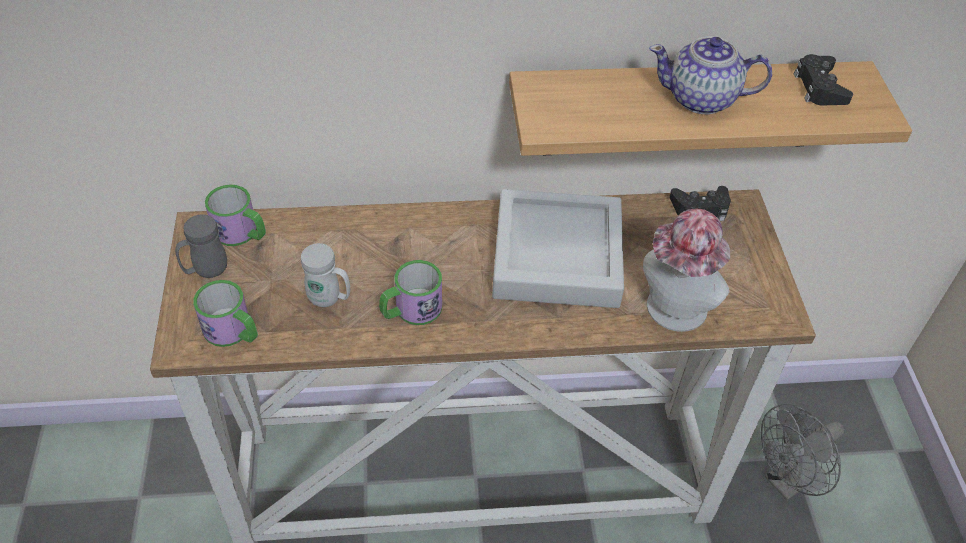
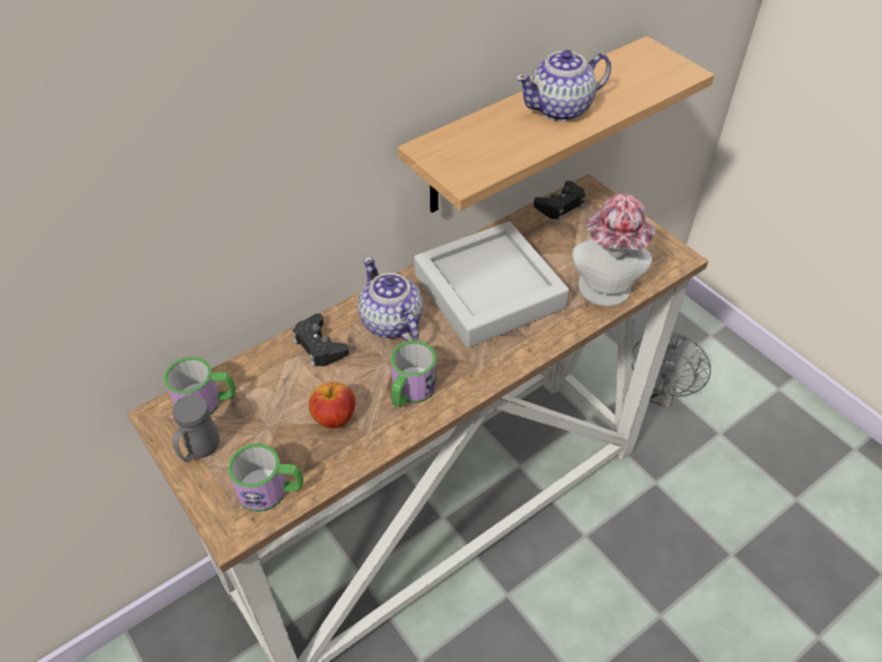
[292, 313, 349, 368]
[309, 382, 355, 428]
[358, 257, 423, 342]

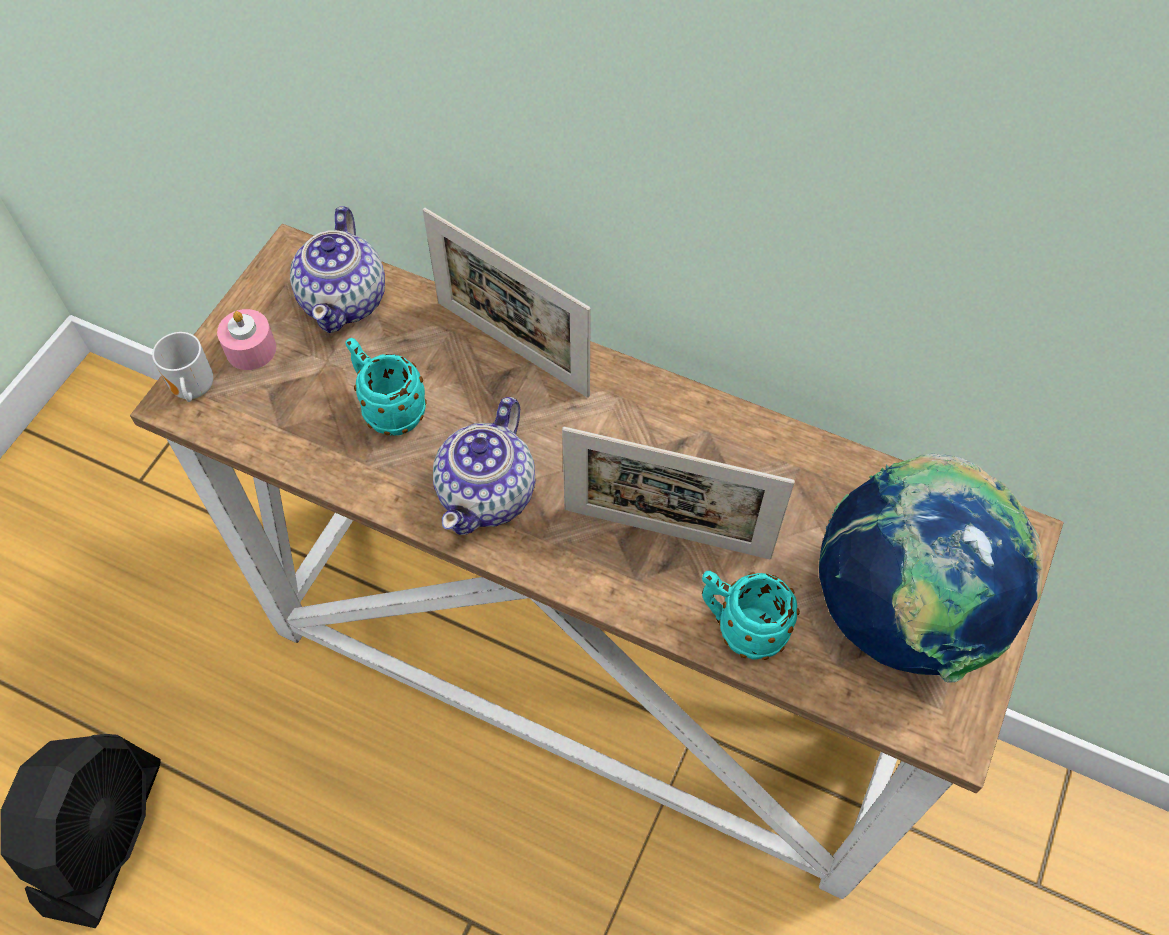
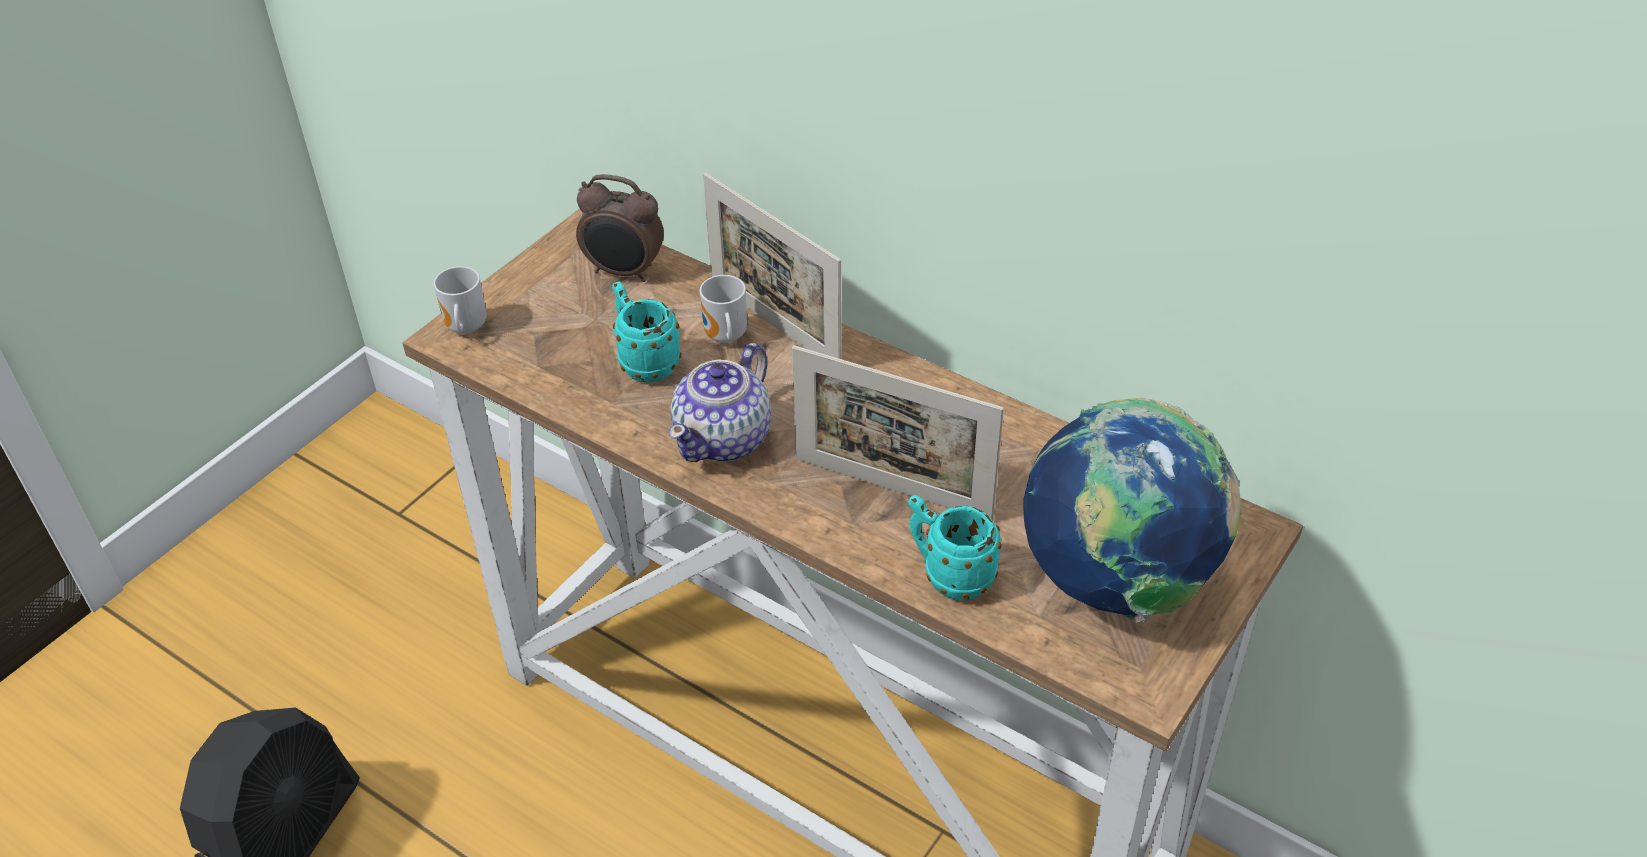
[576, 174, 664, 282]
[700, 275, 747, 343]
[217, 309, 276, 370] (first image)

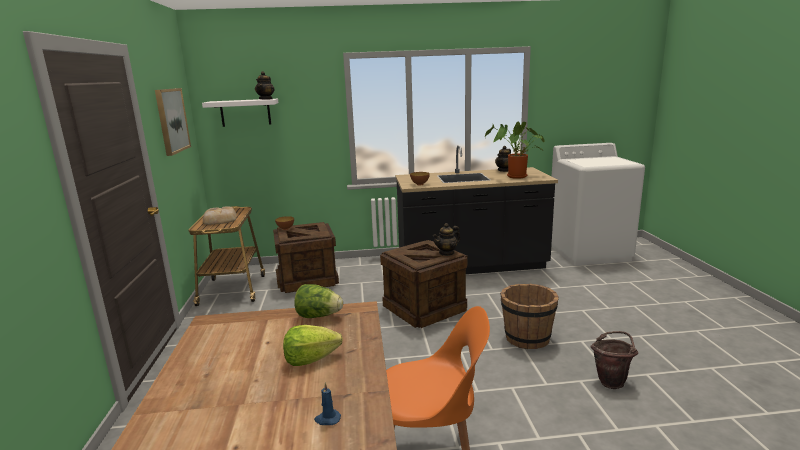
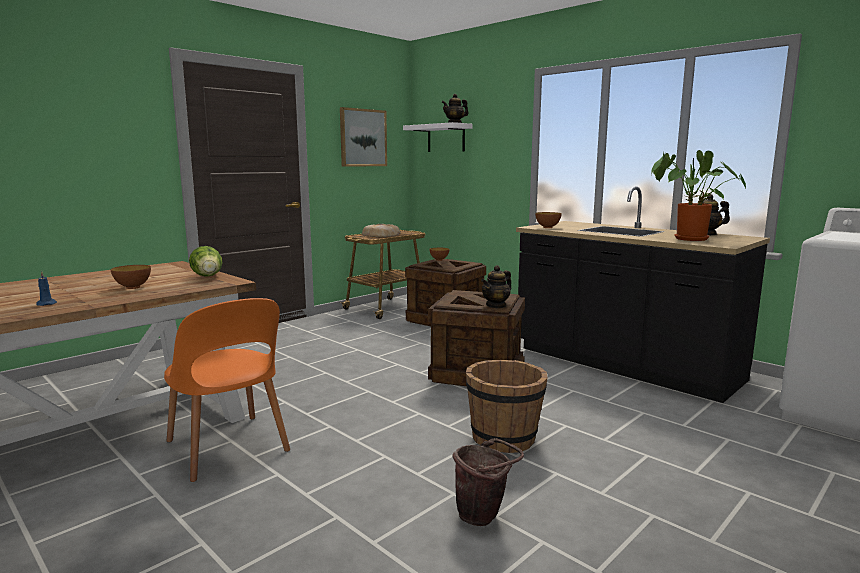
[111, 265, 151, 289]
[481, 265, 511, 308]

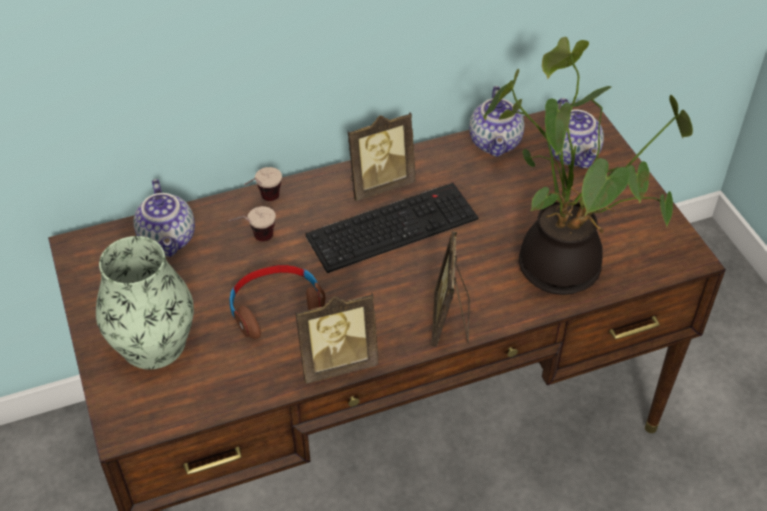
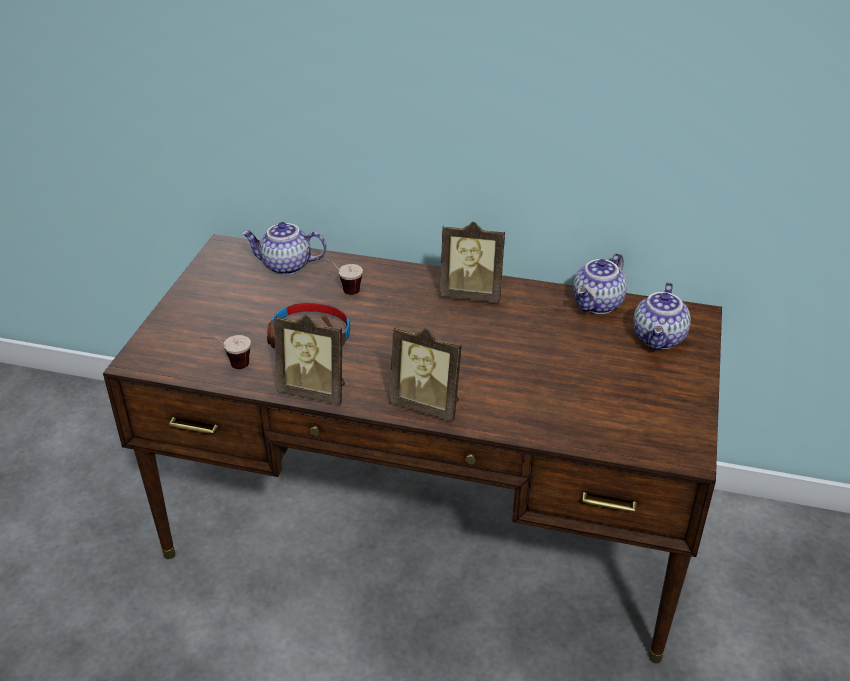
[199, 335, 251, 369]
[241, 222, 326, 275]
[389, 326, 462, 422]
[96, 236, 194, 370] (first image)
[305, 183, 479, 273] (first image)
[483, 37, 693, 295] (first image)

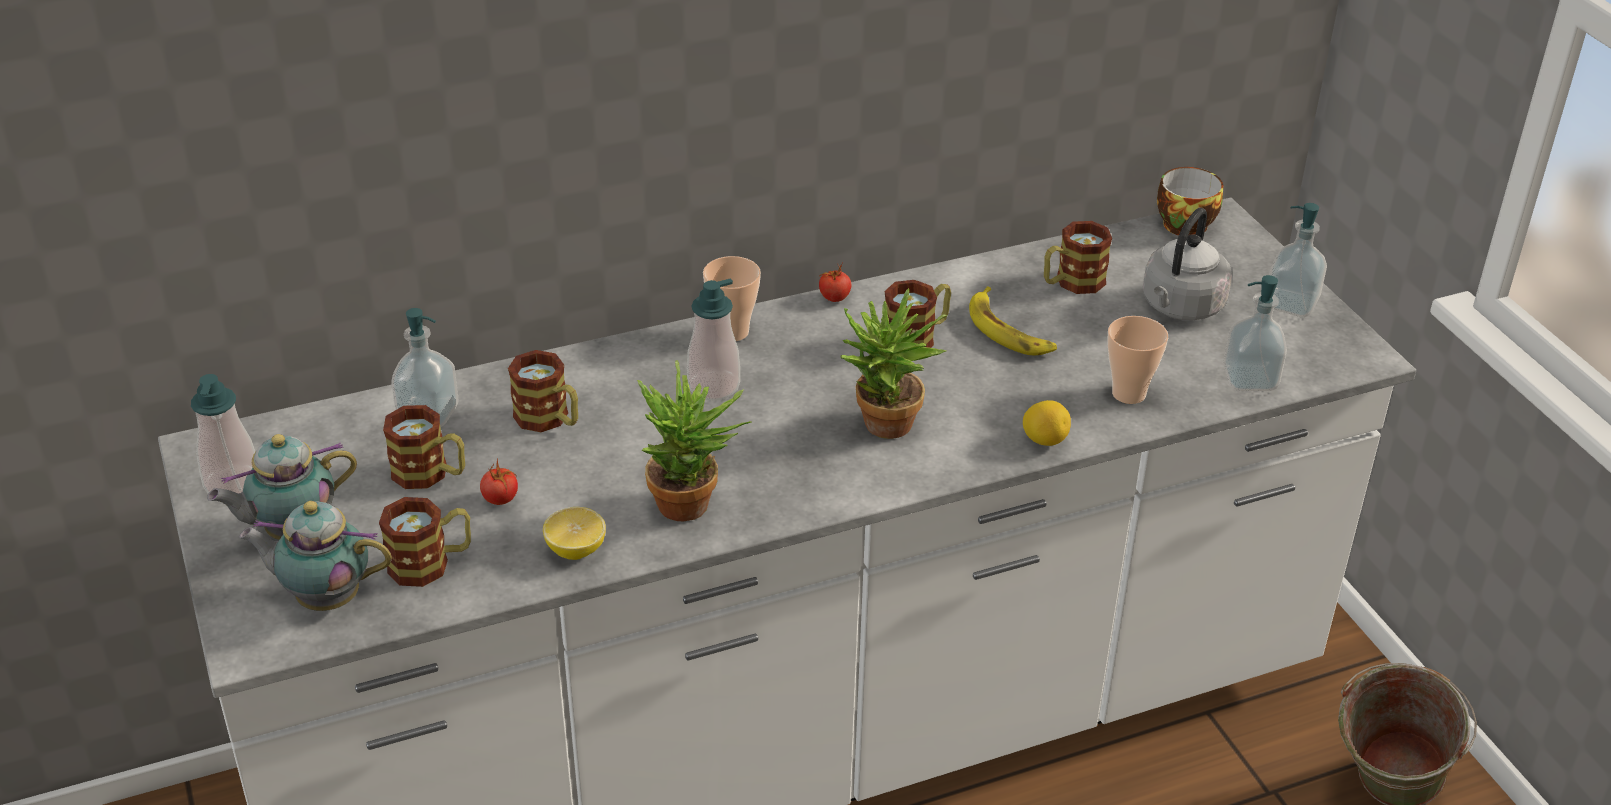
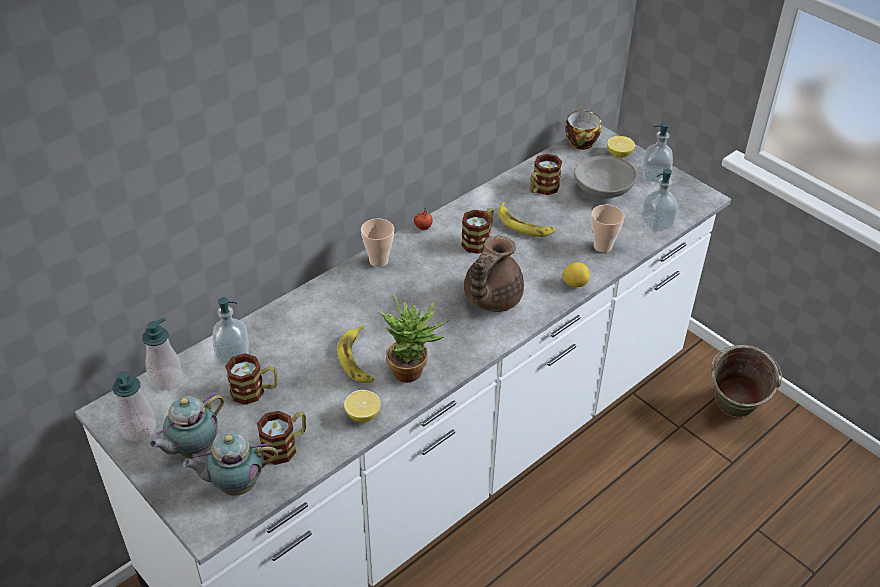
[142, 317, 183, 390]
[337, 326, 374, 383]
[464, 236, 524, 312]
[574, 155, 637, 198]
[607, 136, 635, 158]
[480, 458, 518, 505] (first image)
[508, 350, 578, 432] (first image)

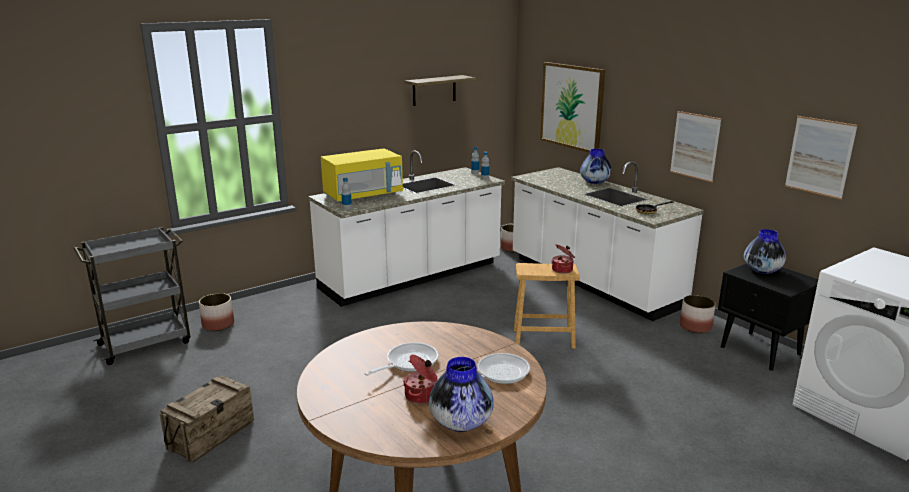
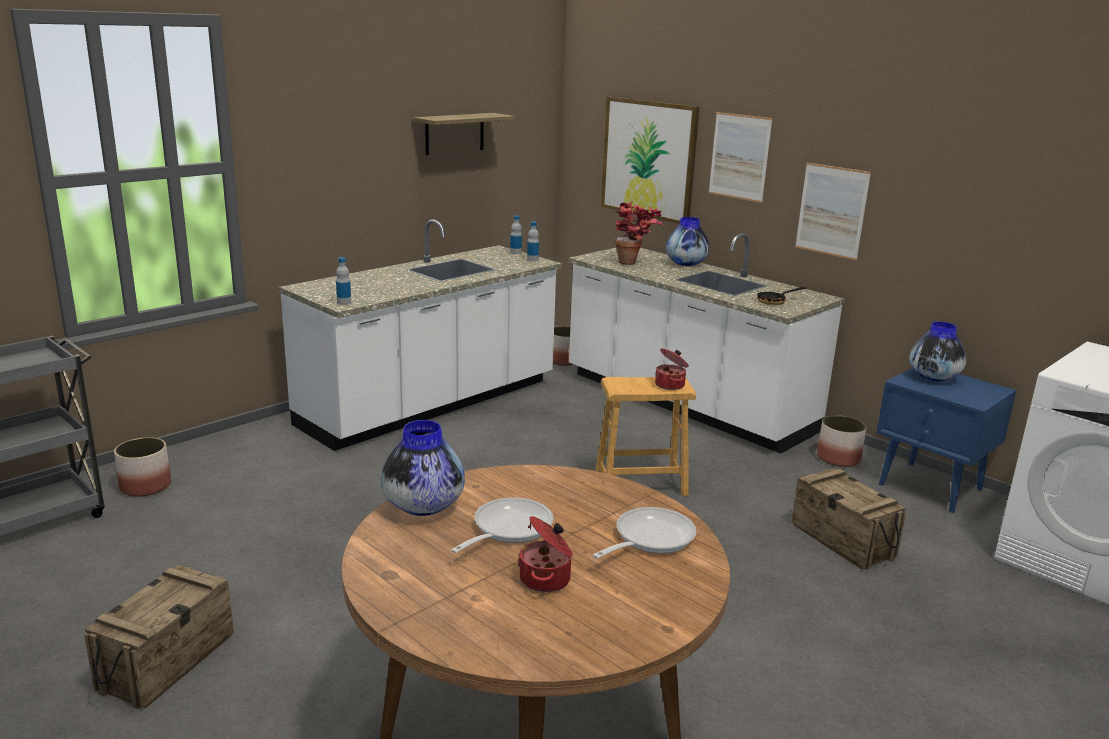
[381, 420, 465, 516]
[615, 201, 663, 265]
[709, 112, 773, 203]
[791, 468, 906, 570]
[876, 368, 1017, 513]
[321, 148, 403, 202] (first image)

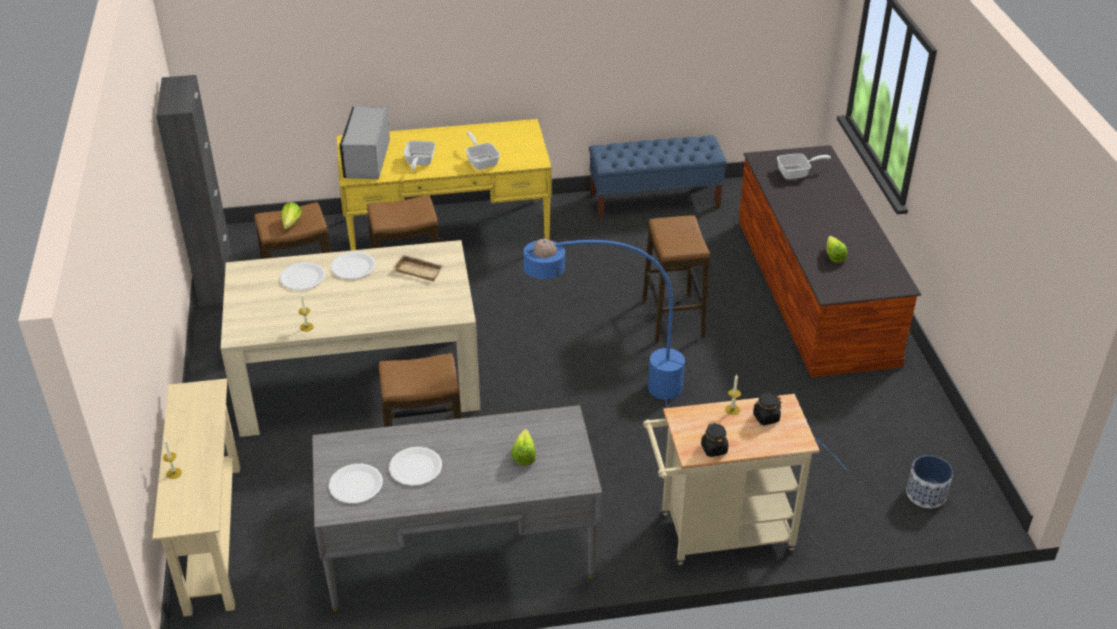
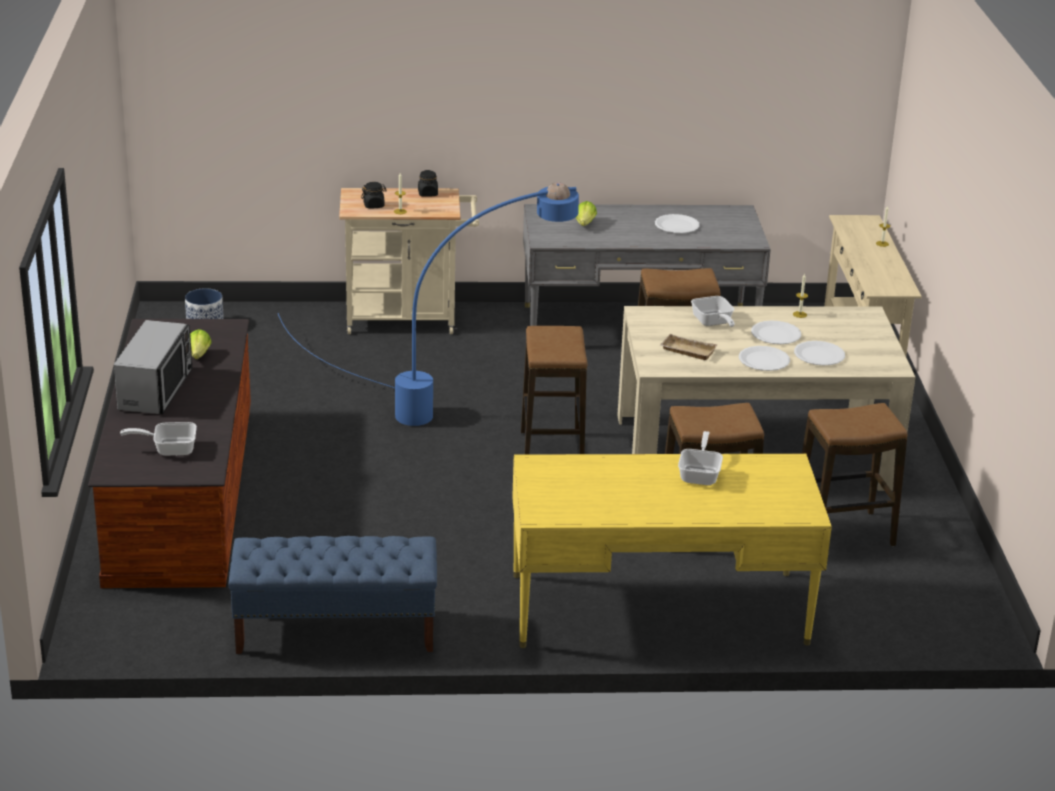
[114, 320, 192, 414]
[521, 326, 588, 454]
[691, 296, 735, 327]
[751, 320, 801, 344]
[156, 75, 234, 307] (first image)
[281, 202, 302, 229] (first image)

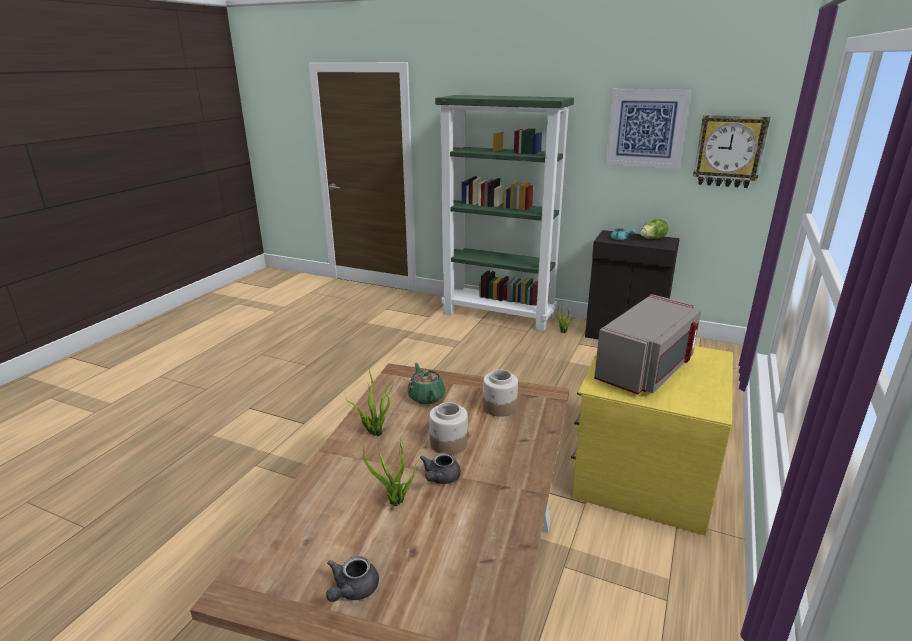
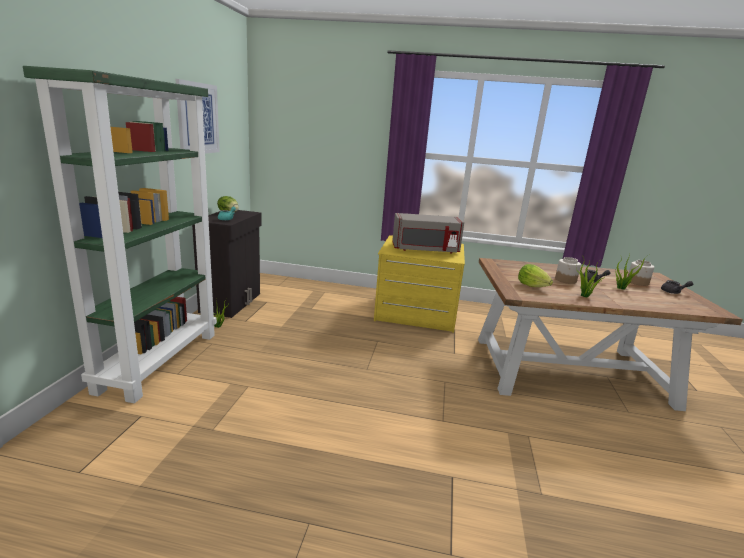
[392, 213, 464, 253]
[518, 264, 553, 287]
[628, 260, 654, 286]
[693, 115, 770, 188] (first image)

